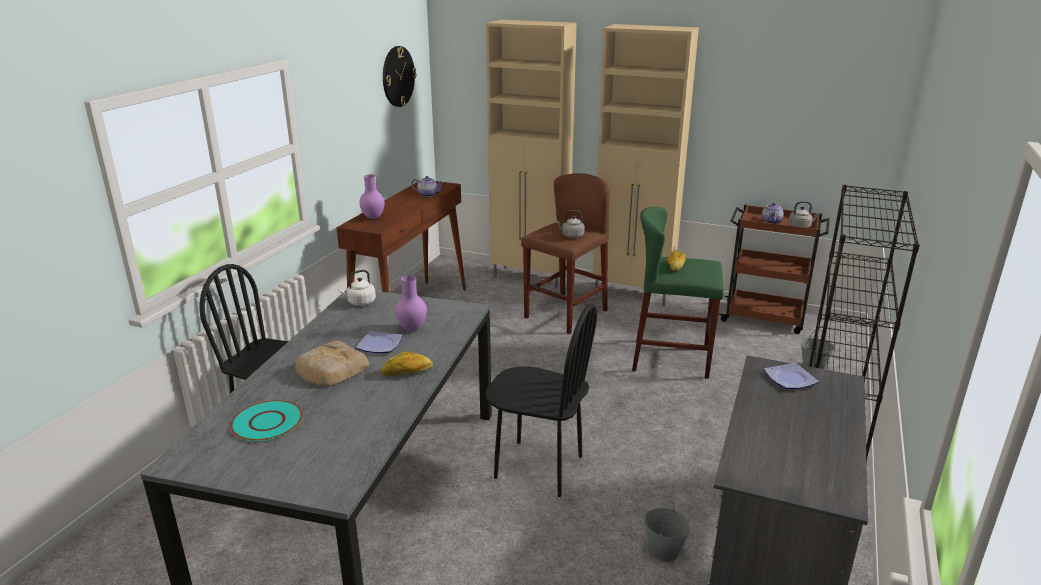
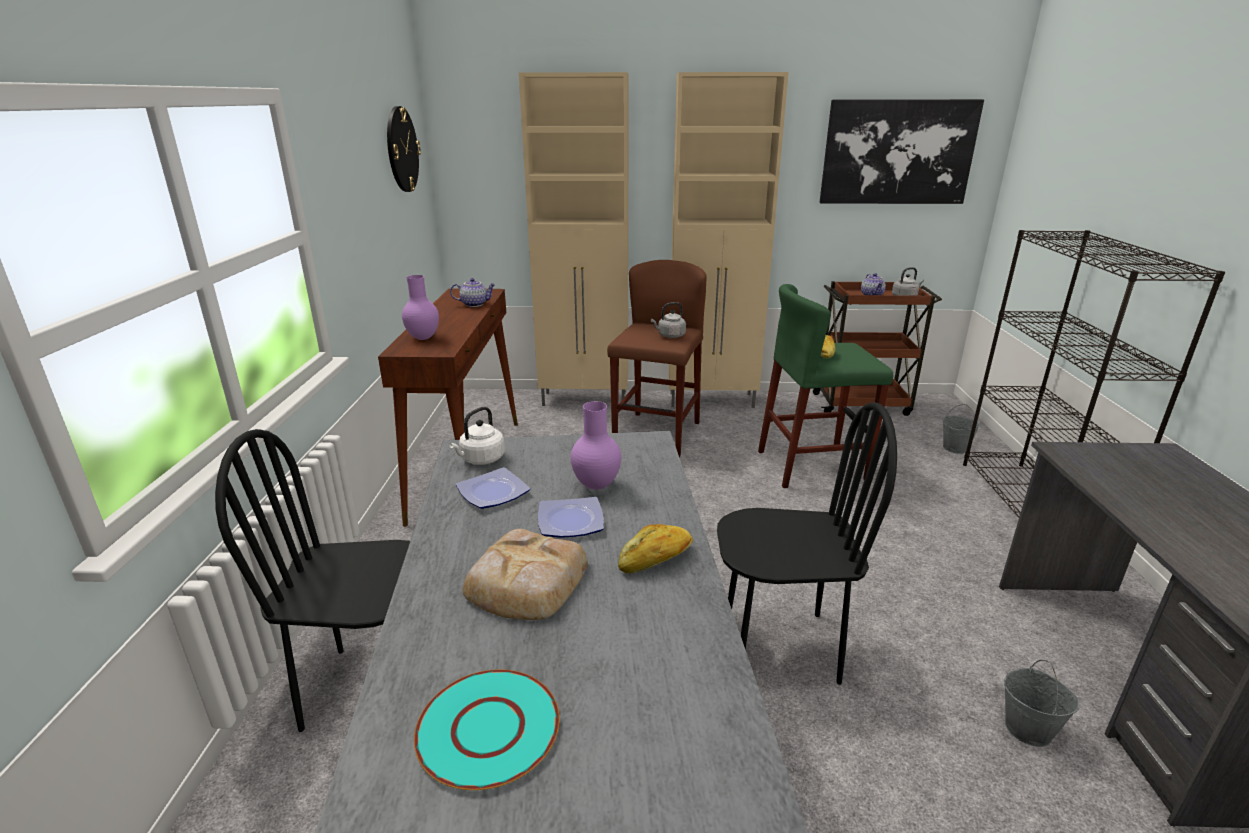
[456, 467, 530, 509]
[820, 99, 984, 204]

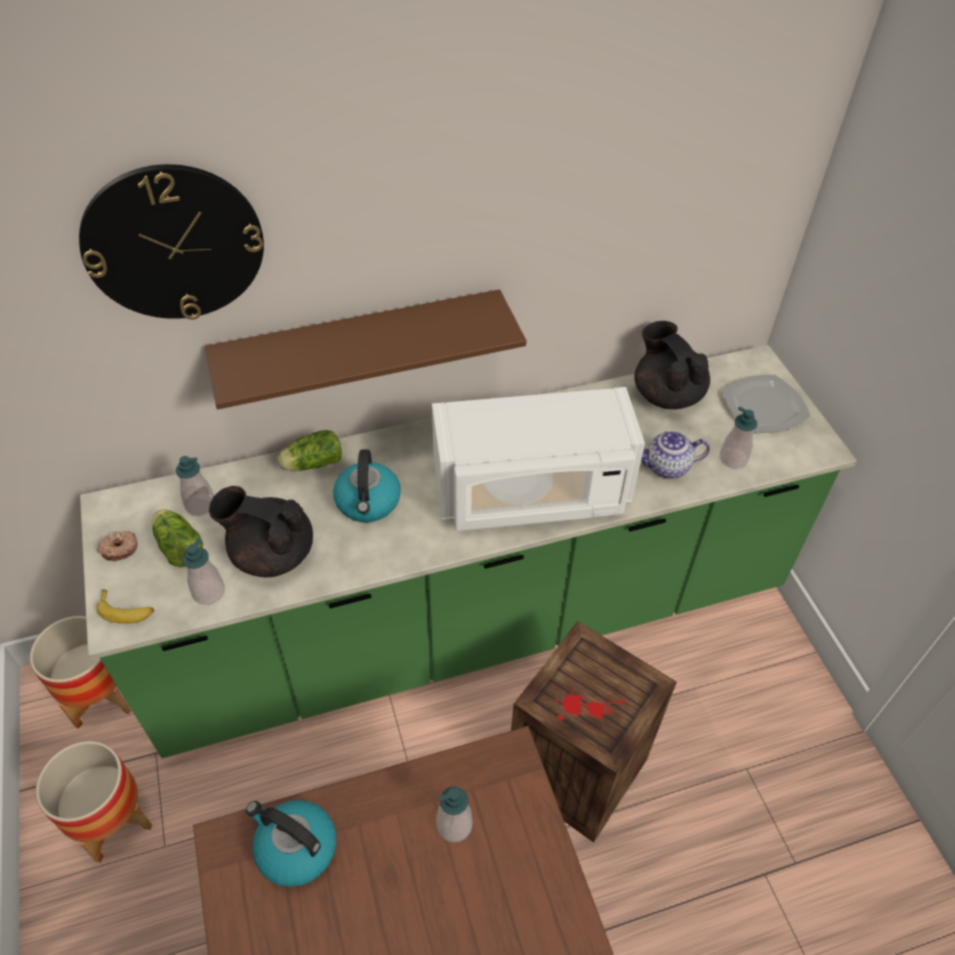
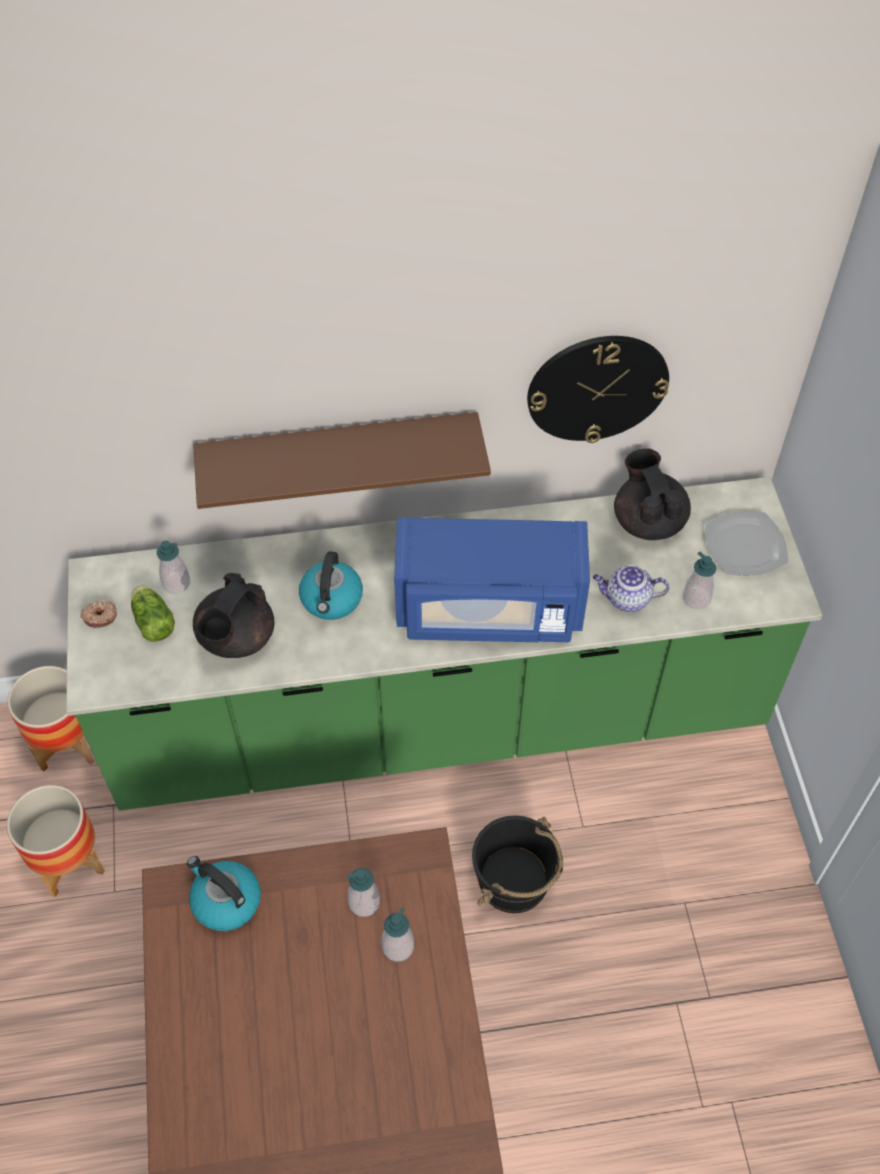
[193, 573, 275, 658]
[382, 908, 414, 962]
[394, 517, 590, 642]
[472, 815, 563, 913]
[527, 336, 669, 443]
[96, 589, 154, 624] (first image)
[277, 430, 342, 471] (first image)

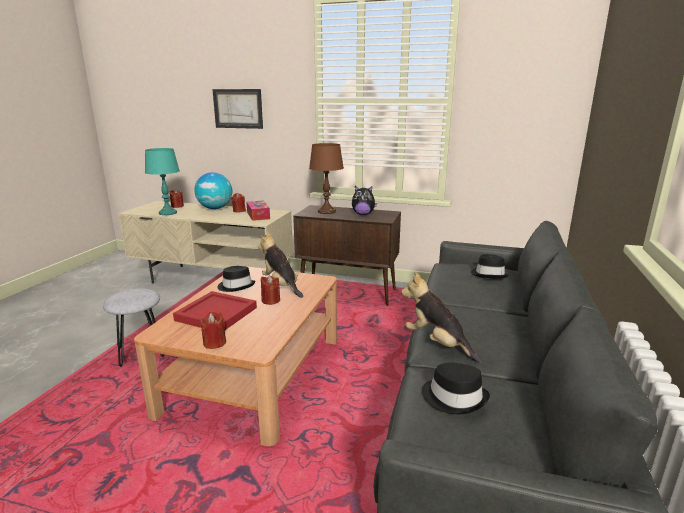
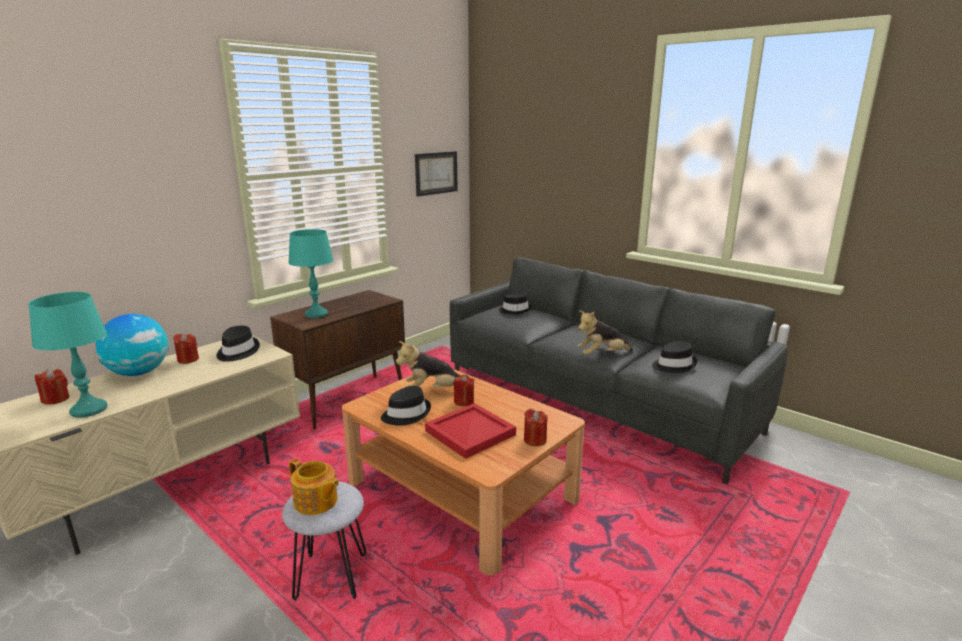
[216, 326, 260, 362]
[288, 229, 334, 318]
[289, 459, 339, 515]
[415, 151, 458, 197]
[352, 186, 377, 215] (first image)

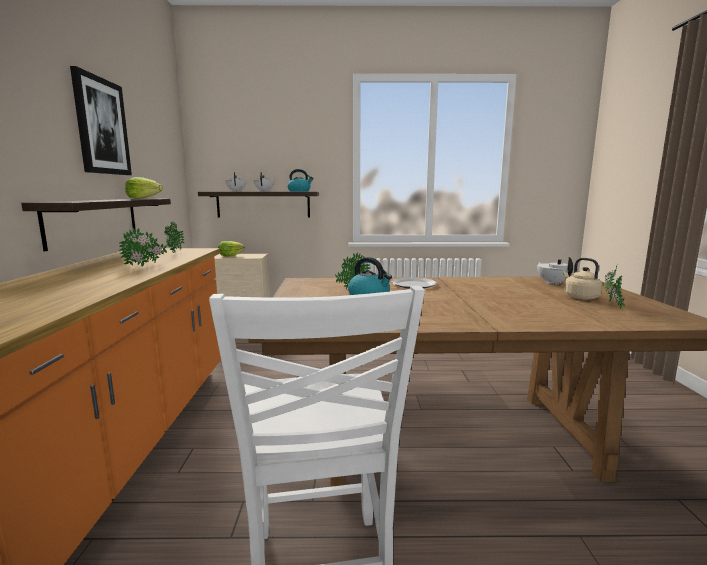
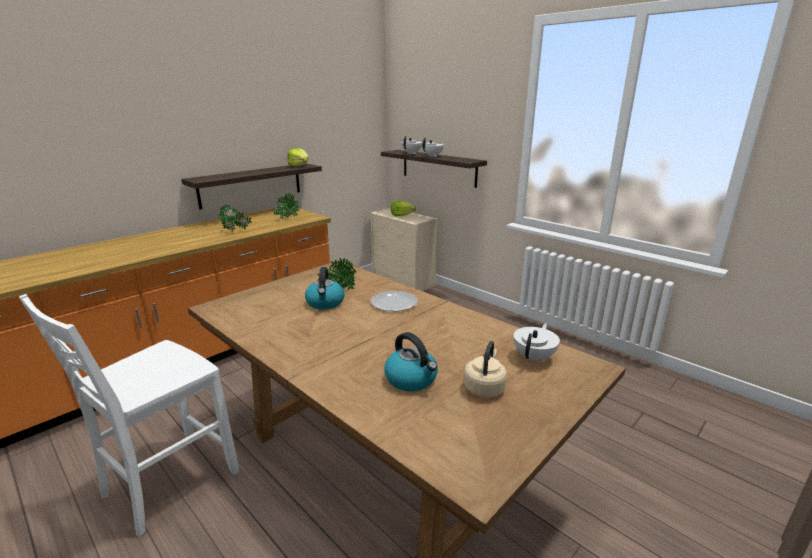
[384, 332, 438, 391]
[70, 66, 132, 175] (first image)
[604, 265, 625, 309] (first image)

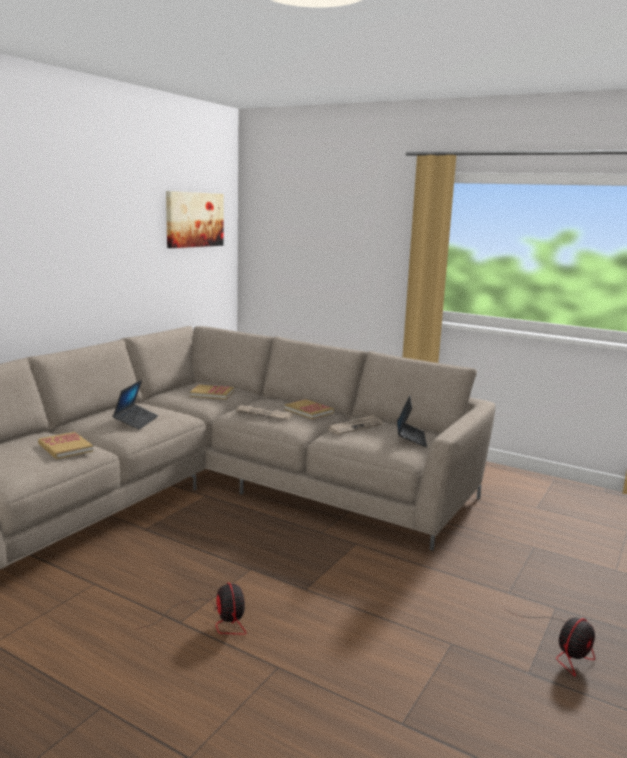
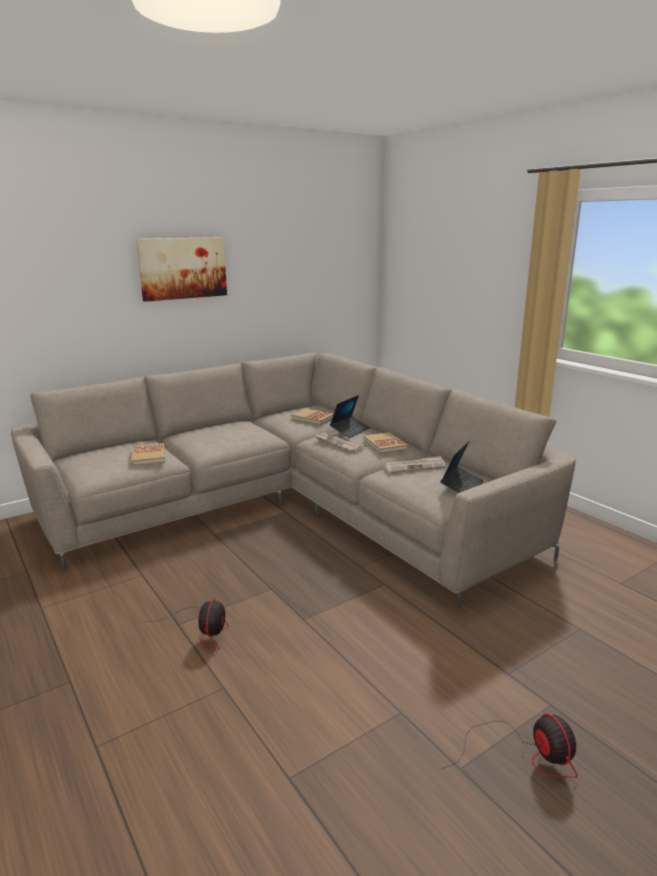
[136, 237, 227, 302]
[330, 395, 370, 438]
[441, 714, 578, 778]

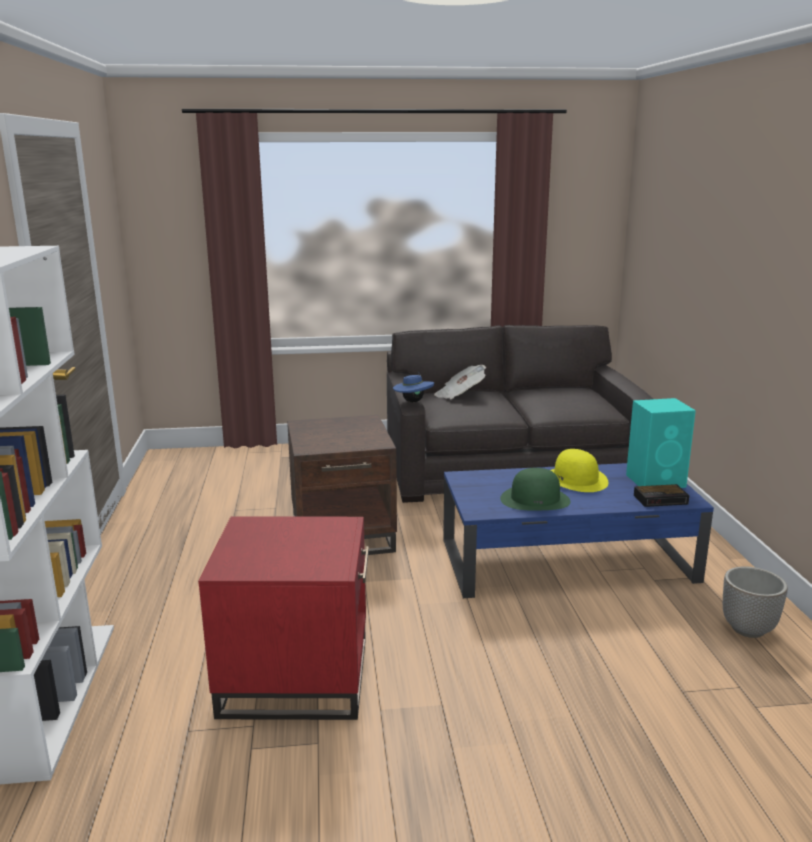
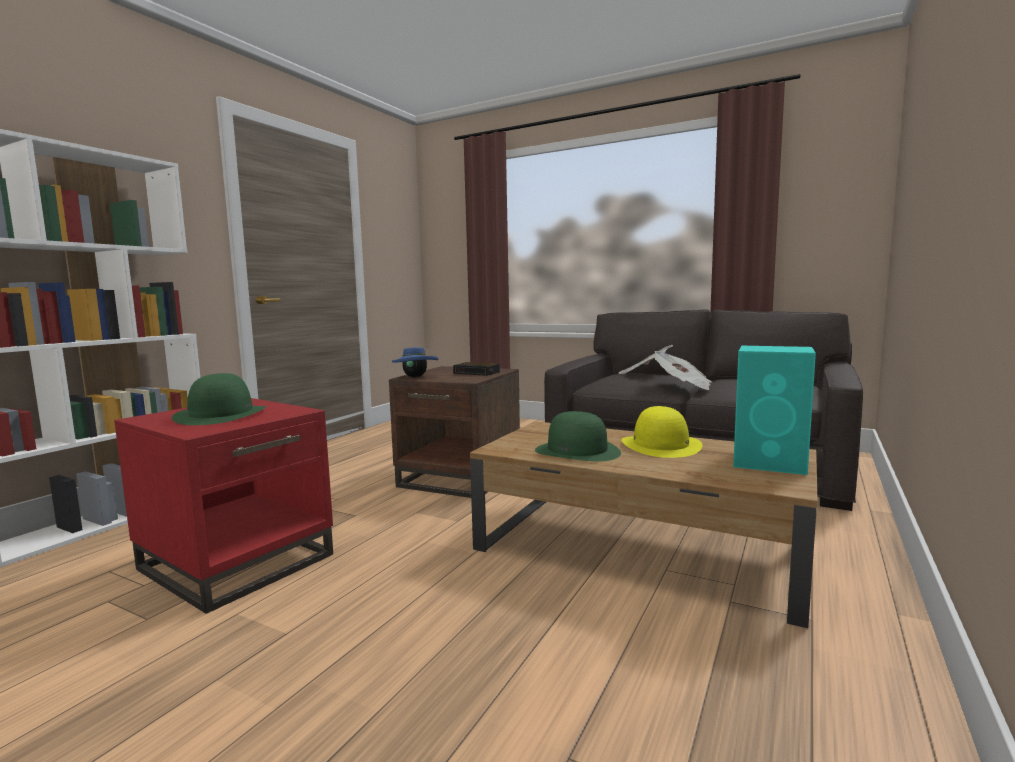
[172, 373, 266, 425]
[392, 347, 438, 377]
[453, 362, 500, 376]
[470, 421, 818, 628]
[654, 351, 712, 390]
[723, 566, 788, 638] (first image)

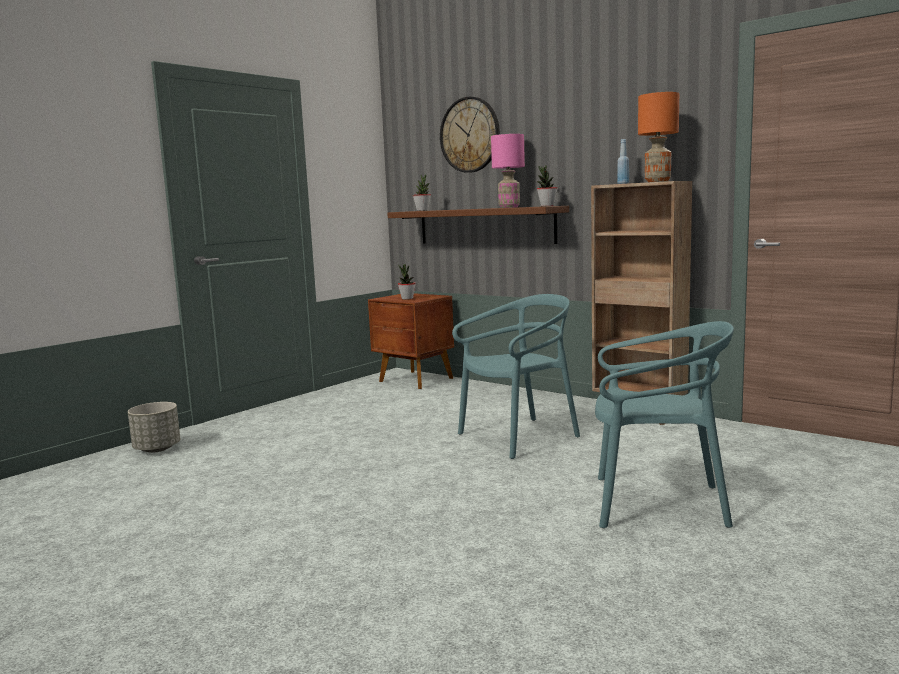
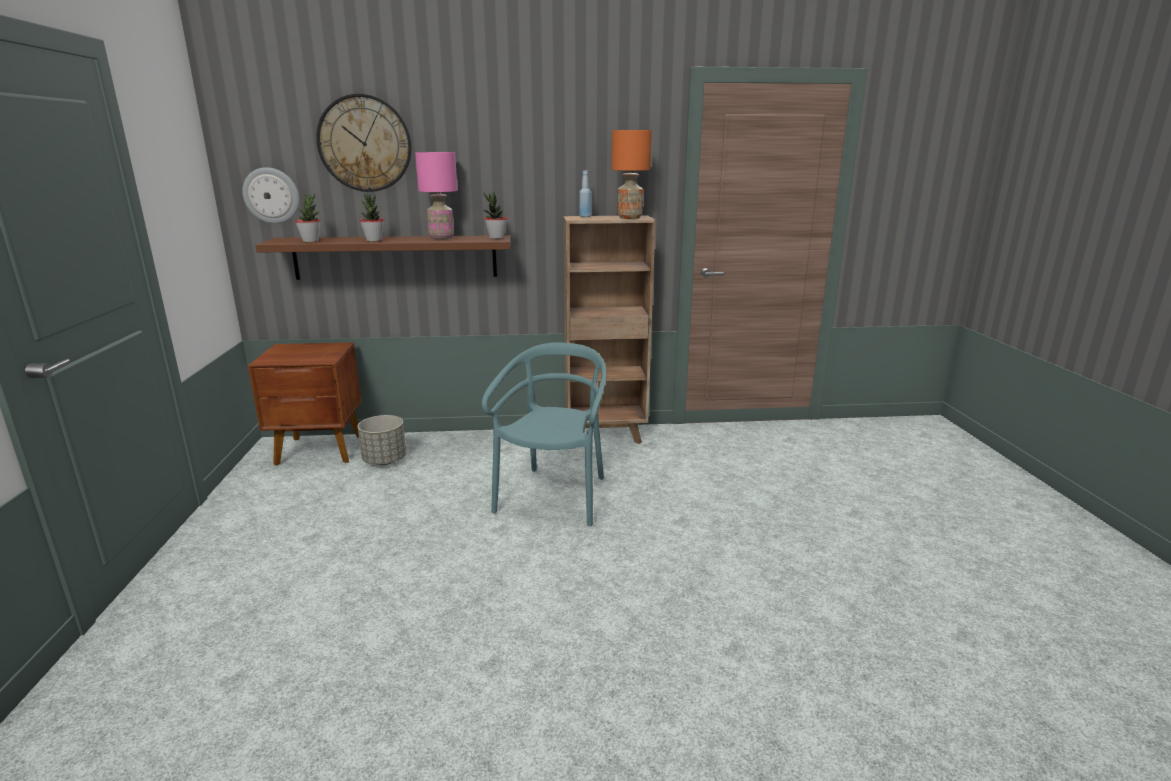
[242, 167, 299, 224]
[358, 415, 406, 465]
[360, 193, 384, 242]
[595, 321, 734, 528] (first image)

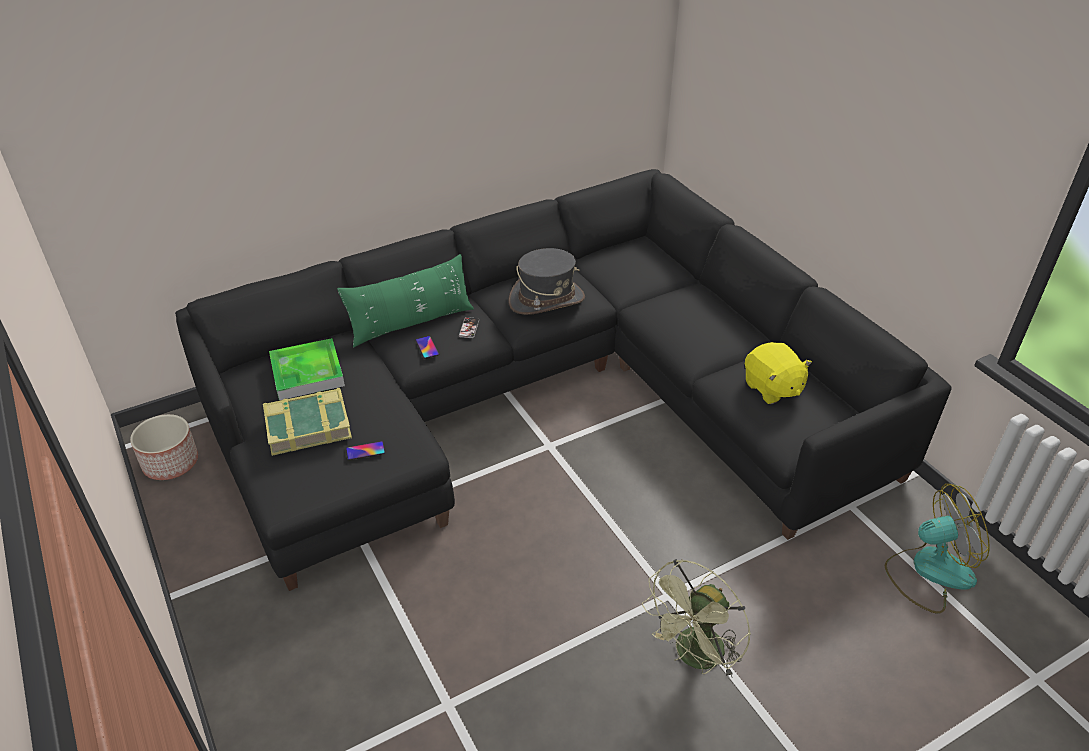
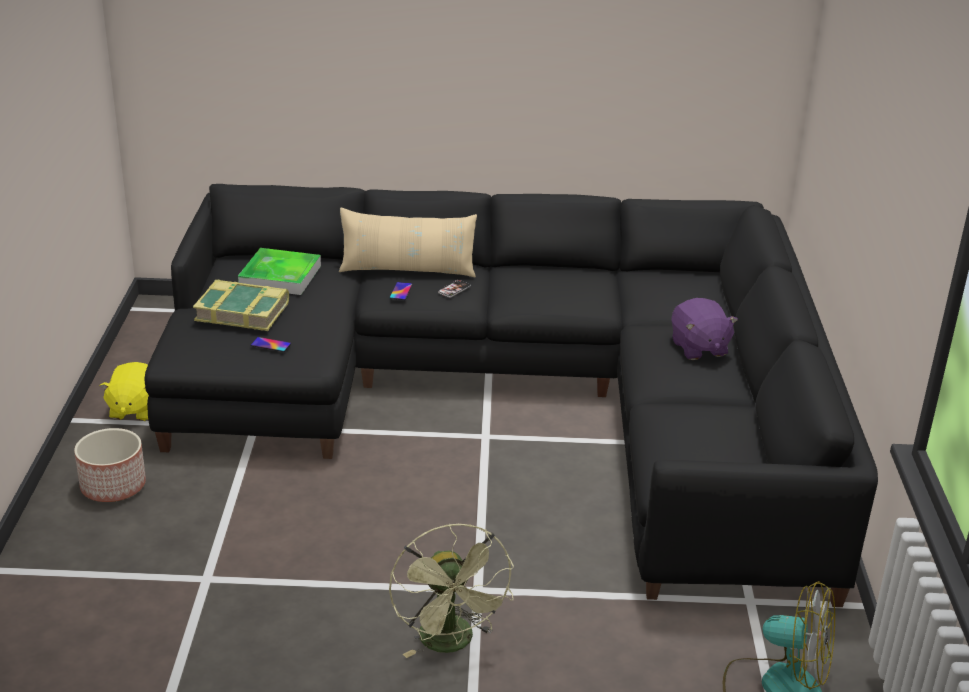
[74, 428, 146, 502]
[99, 362, 149, 421]
[339, 207, 477, 277]
[389, 523, 514, 658]
[671, 298, 738, 360]
[508, 248, 585, 315] (first image)

